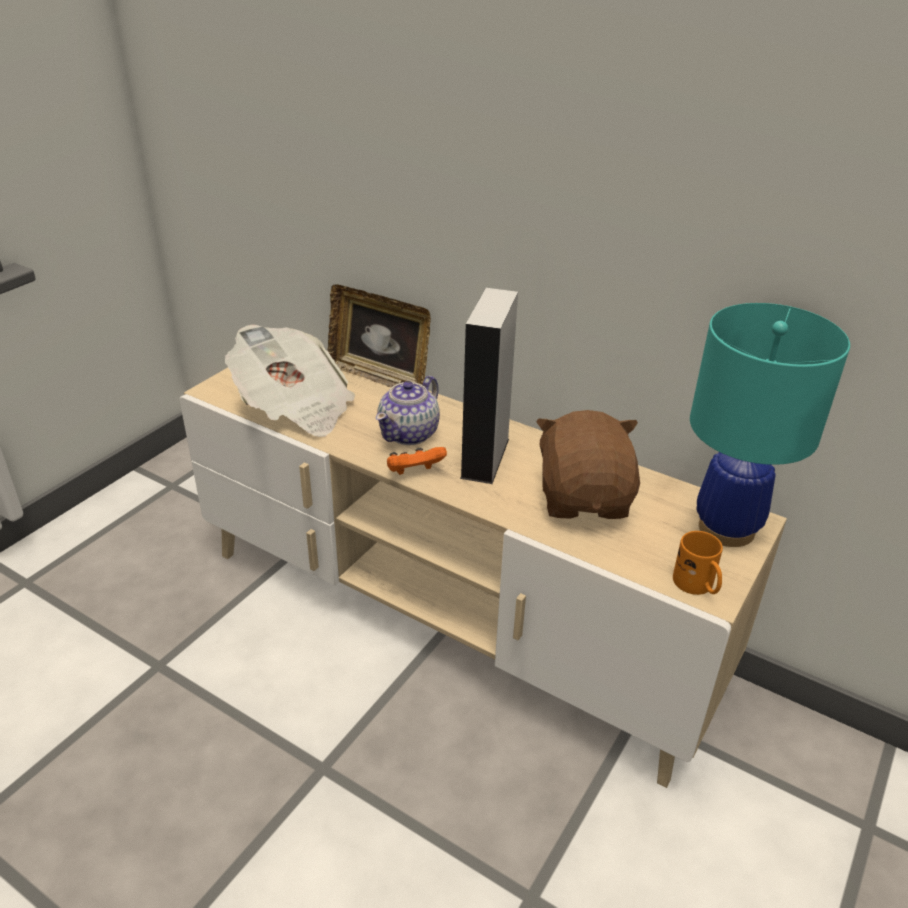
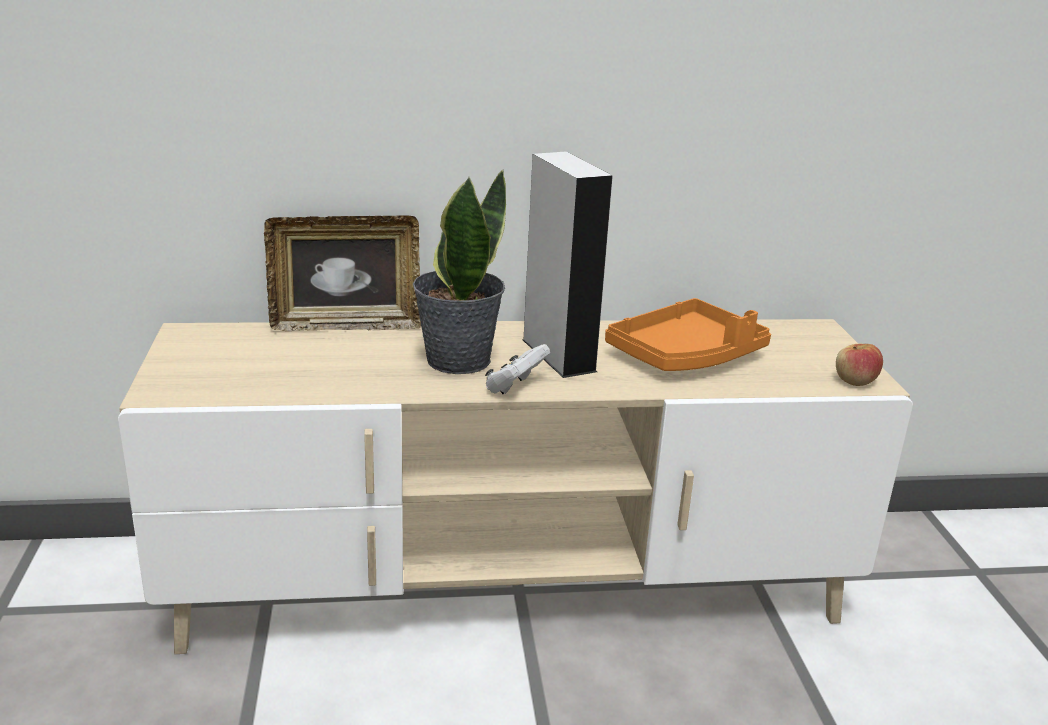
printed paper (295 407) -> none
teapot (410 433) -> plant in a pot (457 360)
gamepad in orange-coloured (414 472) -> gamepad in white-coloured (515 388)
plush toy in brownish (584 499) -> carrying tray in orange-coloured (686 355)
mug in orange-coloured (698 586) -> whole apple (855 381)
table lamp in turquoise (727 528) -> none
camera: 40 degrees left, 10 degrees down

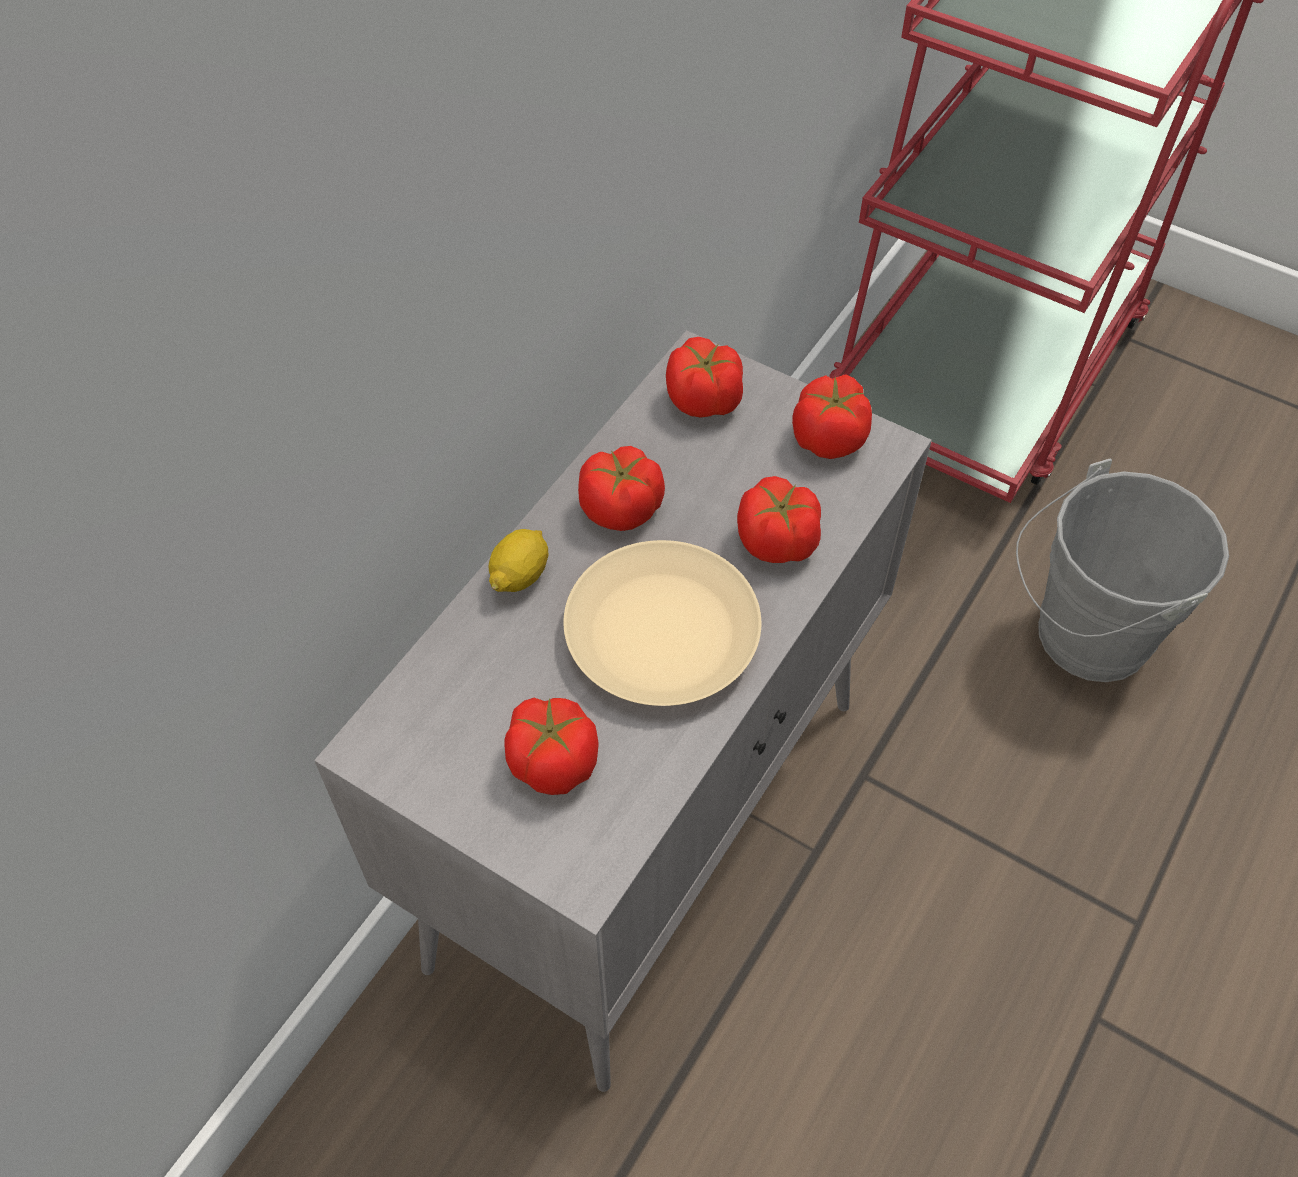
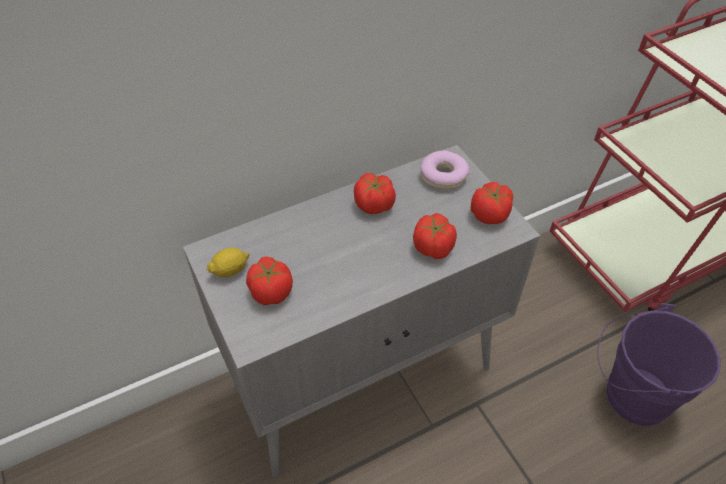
whole lemon (520 575) -> whole lemon (230 270), move
flat dish in beige-coloured (661 636) -> none
fresh tomato (704 400) -> donut (443 176)
bucket in gray (1081 638) -> bucket in purple-coloured (629 395)
camera: 30 degrees right, 5 degrees down

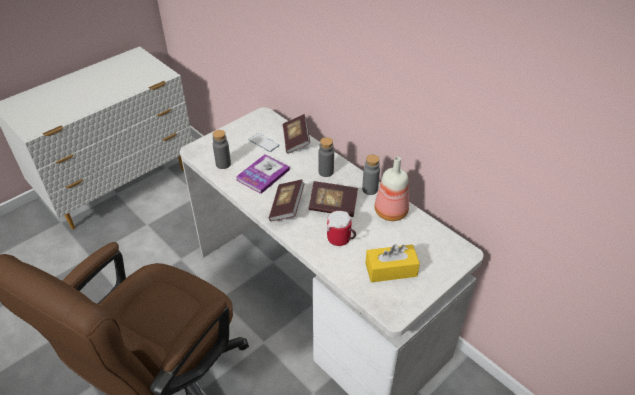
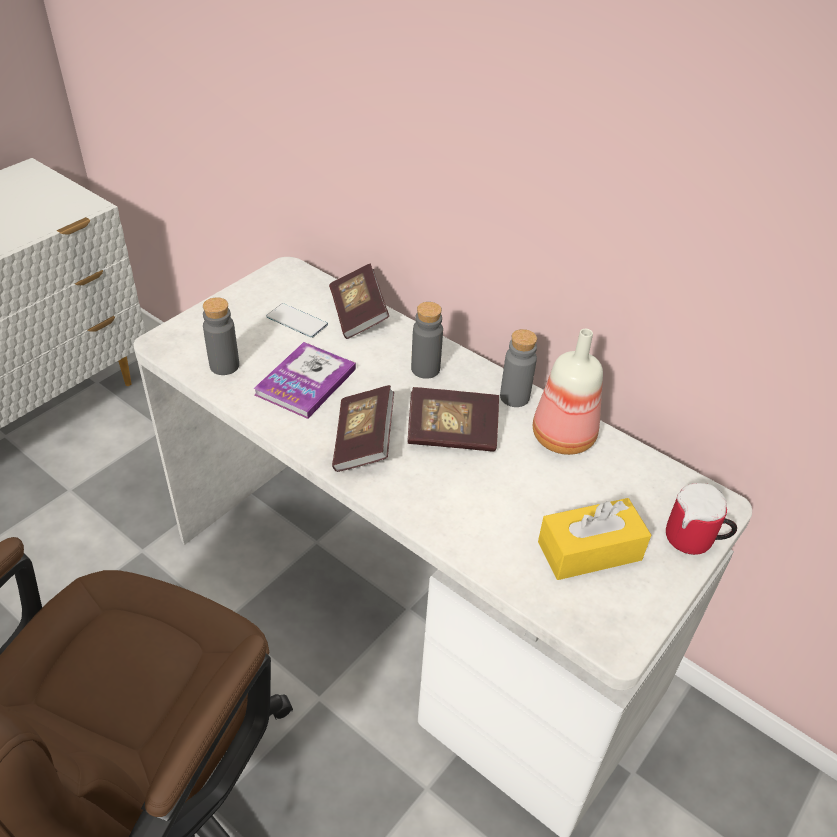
mug (341 240) -> mug (694 541), move
camera: 10 degrees left, 0 degrees up

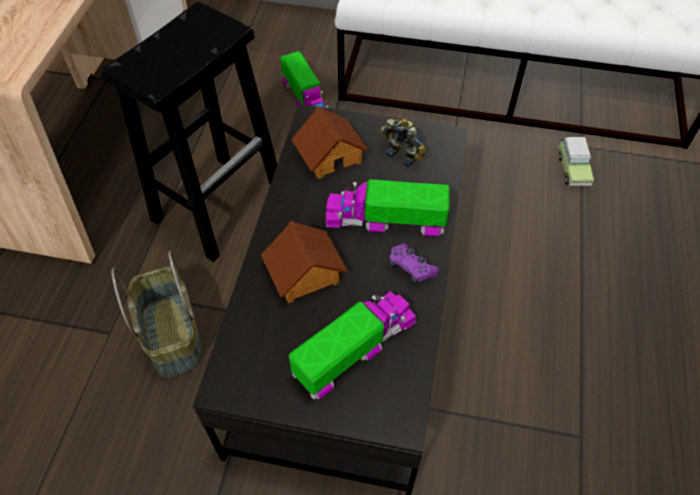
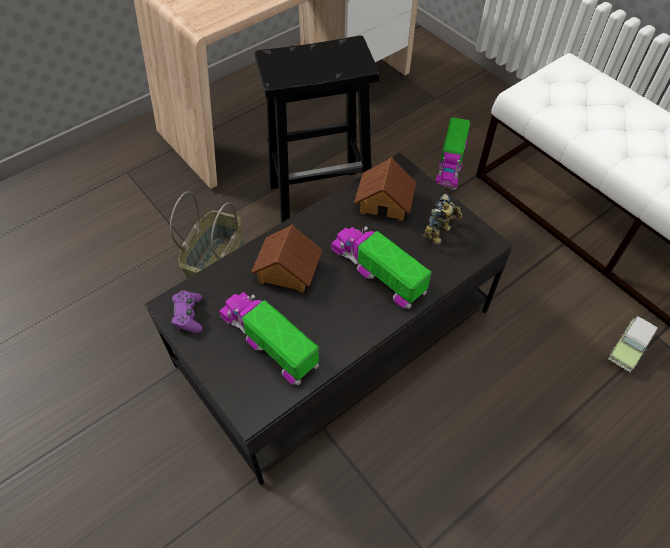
toy lorry (354 348) -> toy lorry (269 341), 135 degrees counterclockwise
model robot (403 153) -> model robot (440 233), 45 degrees clockwise
gamepad in purple-coloured (411 268) -> gamepad in purple-coloured (188 315), move
camera: 40 degrees right, 0 degrees up

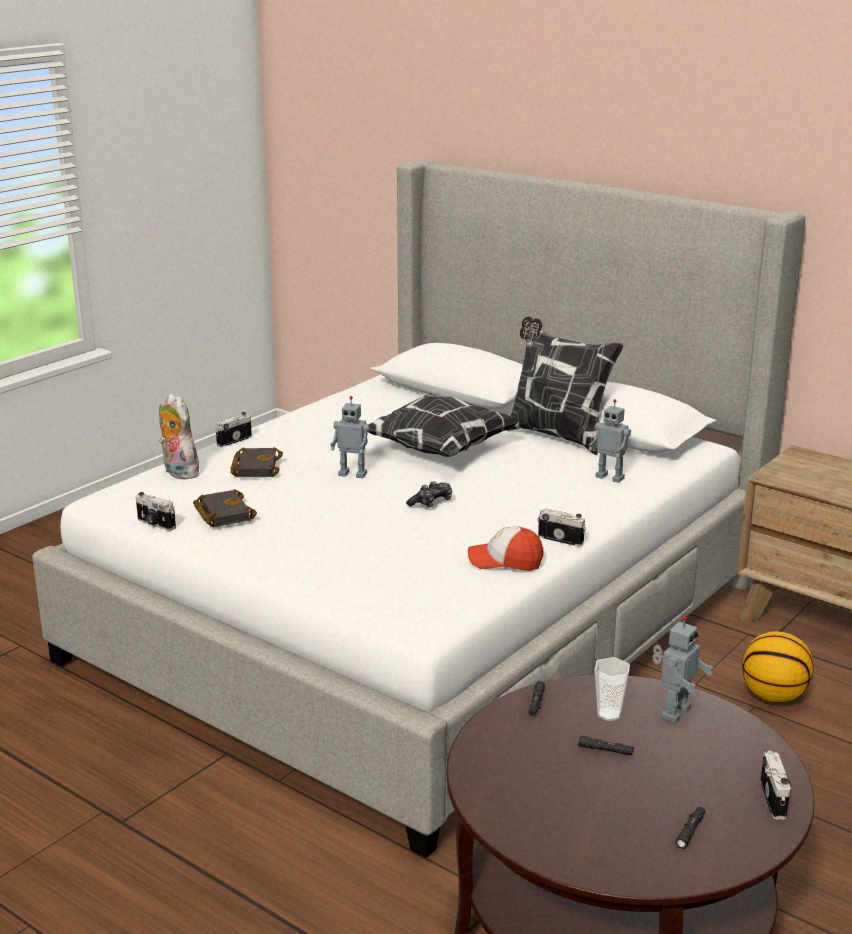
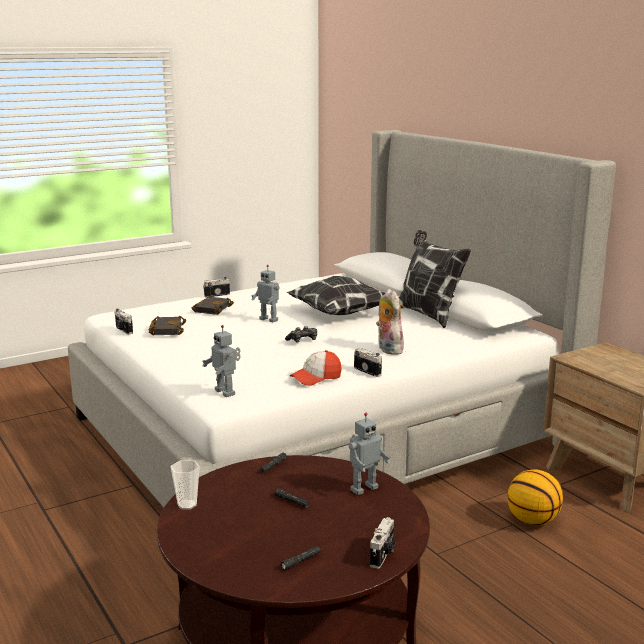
plush toy (178 472) -> plush toy (387 349), move
cap (505 561) -> cap (316 378), 60 degrees counterclockwise
model robot (610 477) -> model robot (226 392), move
small cup (609 714) -> small cup (187 505), move
camera: 20 degrees right, 5 degrees down

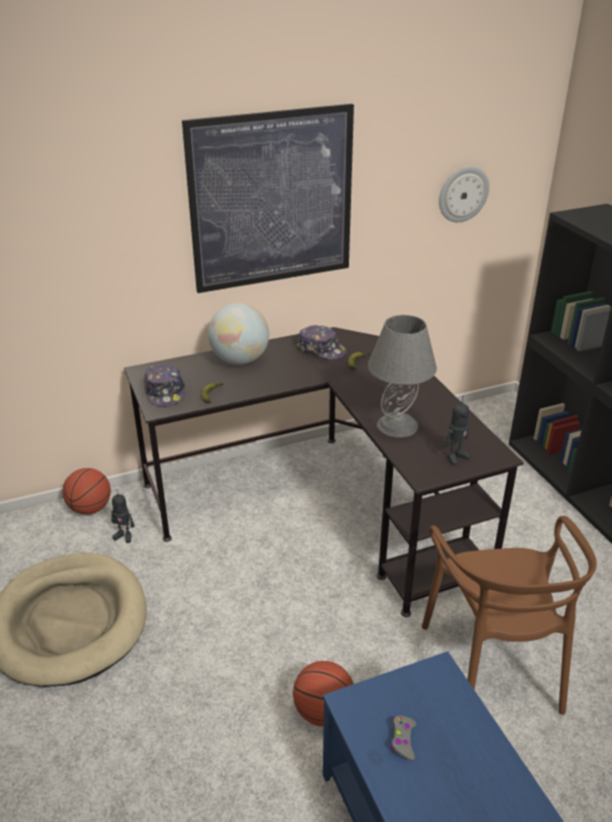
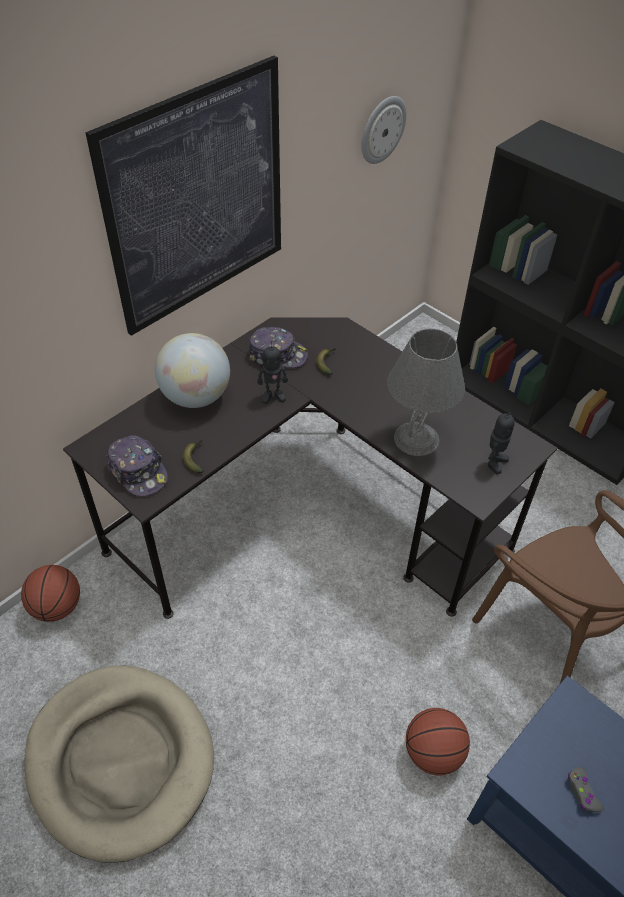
model robot (124 536) -> model robot (273 396), move
camera: 25 degrees left, 15 degrees up

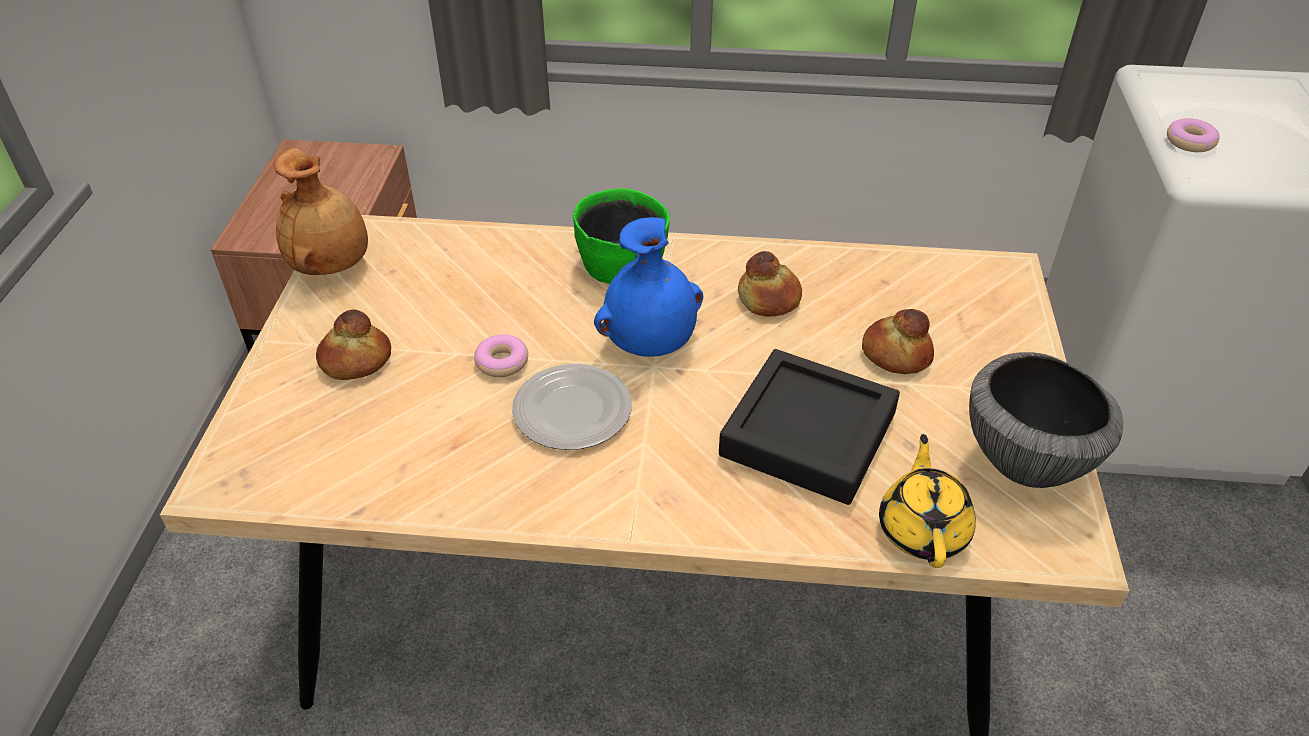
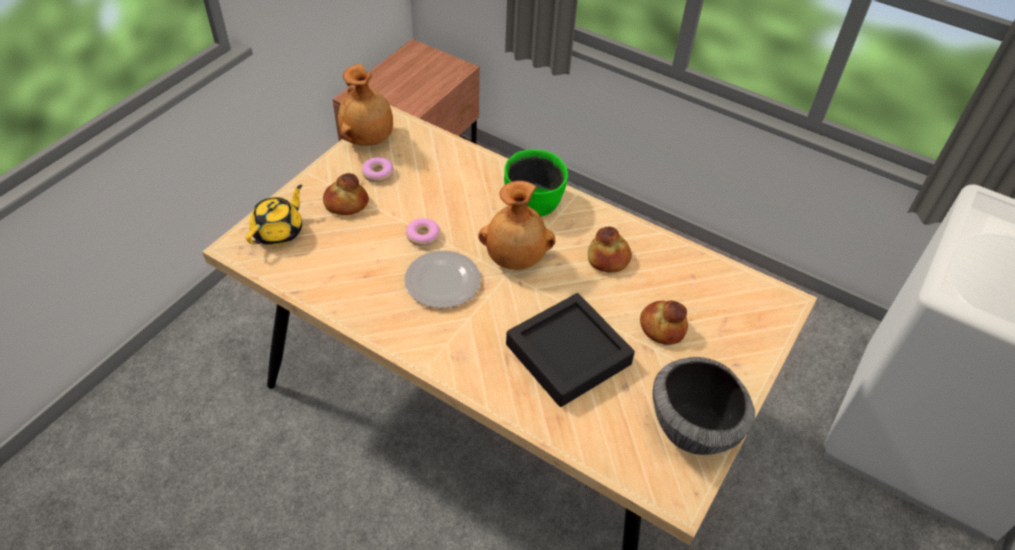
vase in bluish (651 343) -> vase in brownish (515 258)
teapot in yellow (923 529) -> teapot in yellow (279 231), move
donut (1190 142) -> donut (378 173), move
camera: 25 degrees right, 5 degrees up

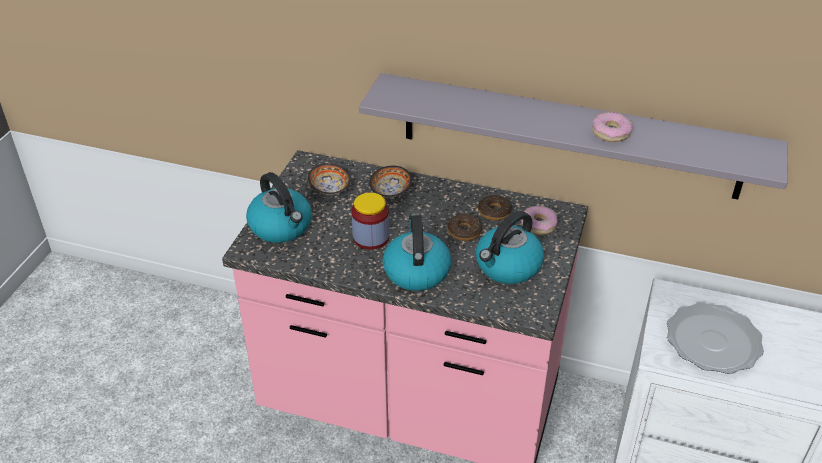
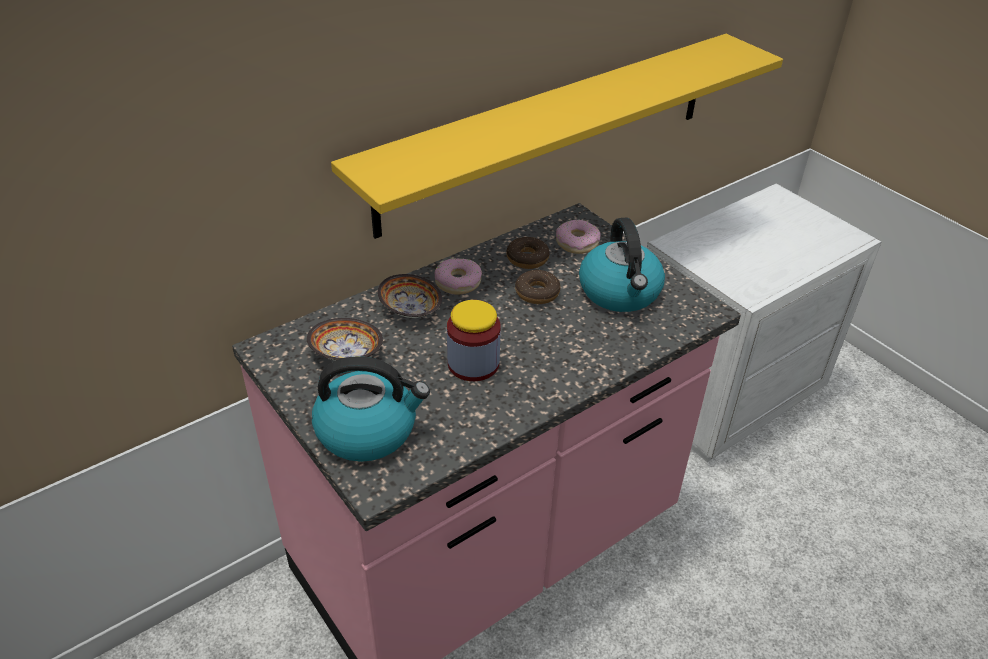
wall shelf in gray (569 136) -> wall shelf in yellow (551 131)
kettle (416 271) -> none
donut (611 132) -> donut (458 282), move
flat dish (712 341) -> none
camera: 55 degrees left, 0 degrees up

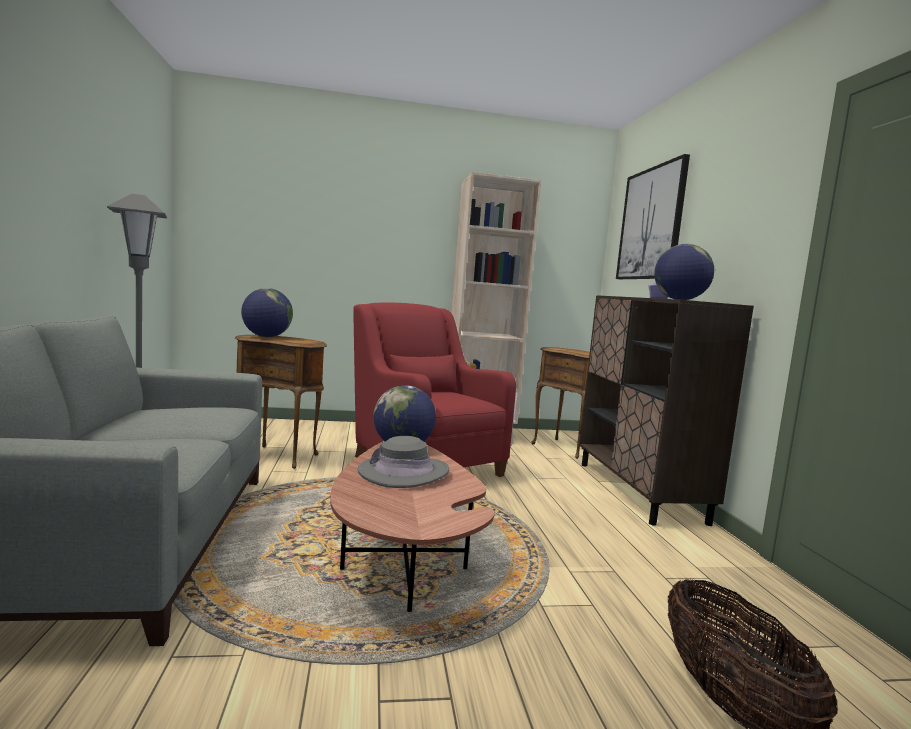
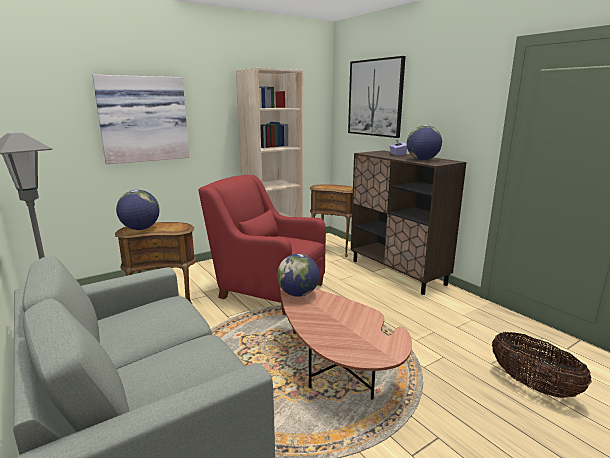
wearable hat in gray (403 472) -> none
none -> wall picture (143 119)
camera: 25 degrees left, 10 degrees up

